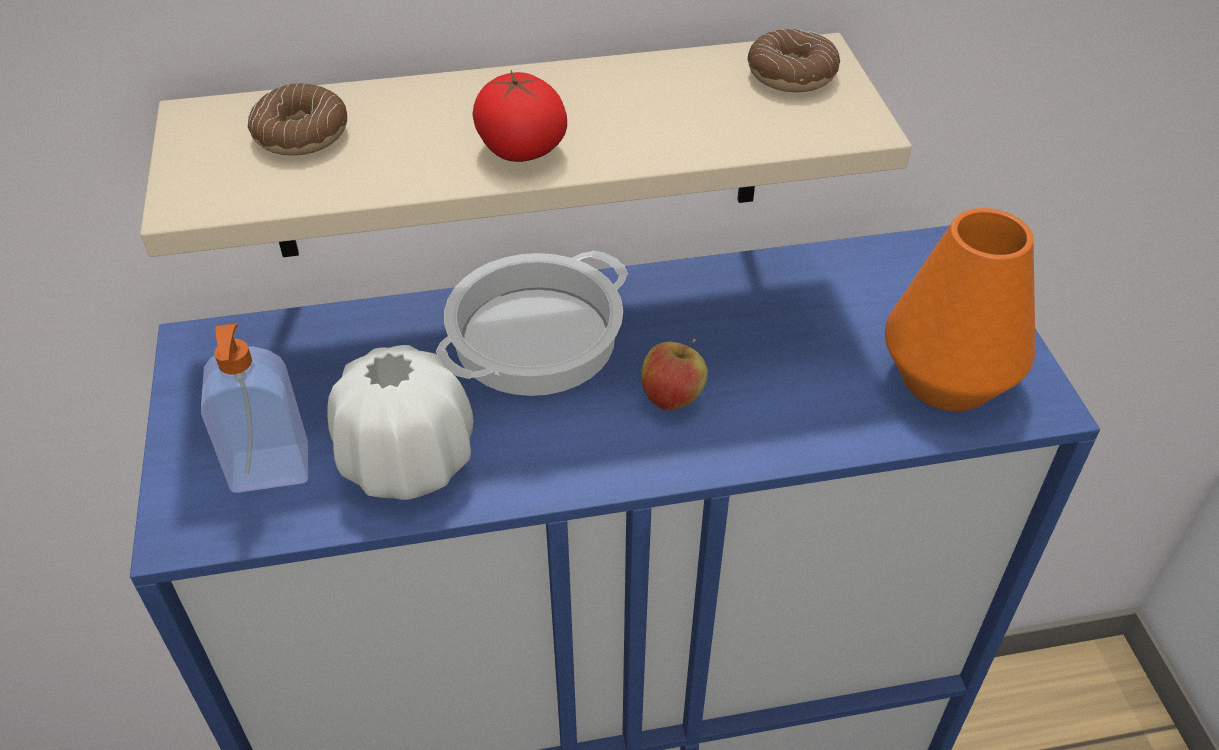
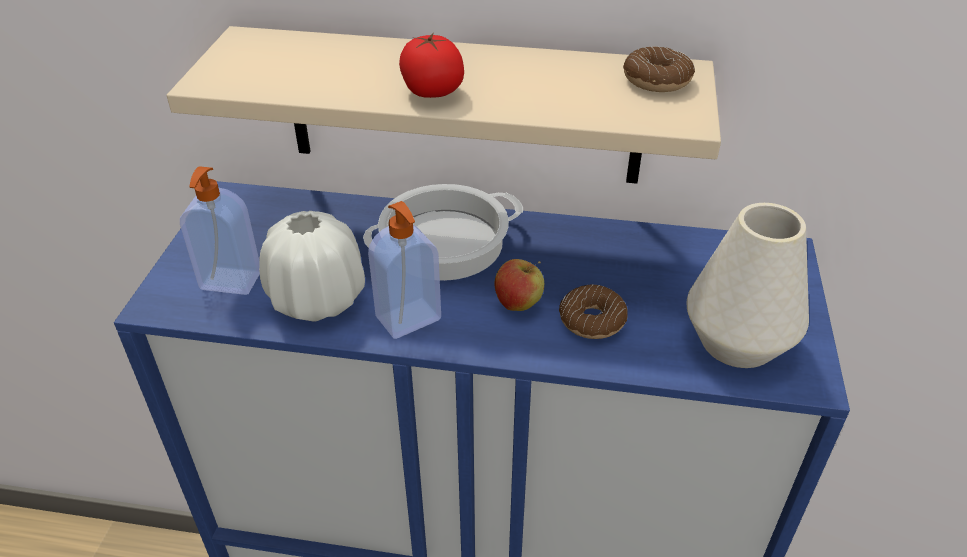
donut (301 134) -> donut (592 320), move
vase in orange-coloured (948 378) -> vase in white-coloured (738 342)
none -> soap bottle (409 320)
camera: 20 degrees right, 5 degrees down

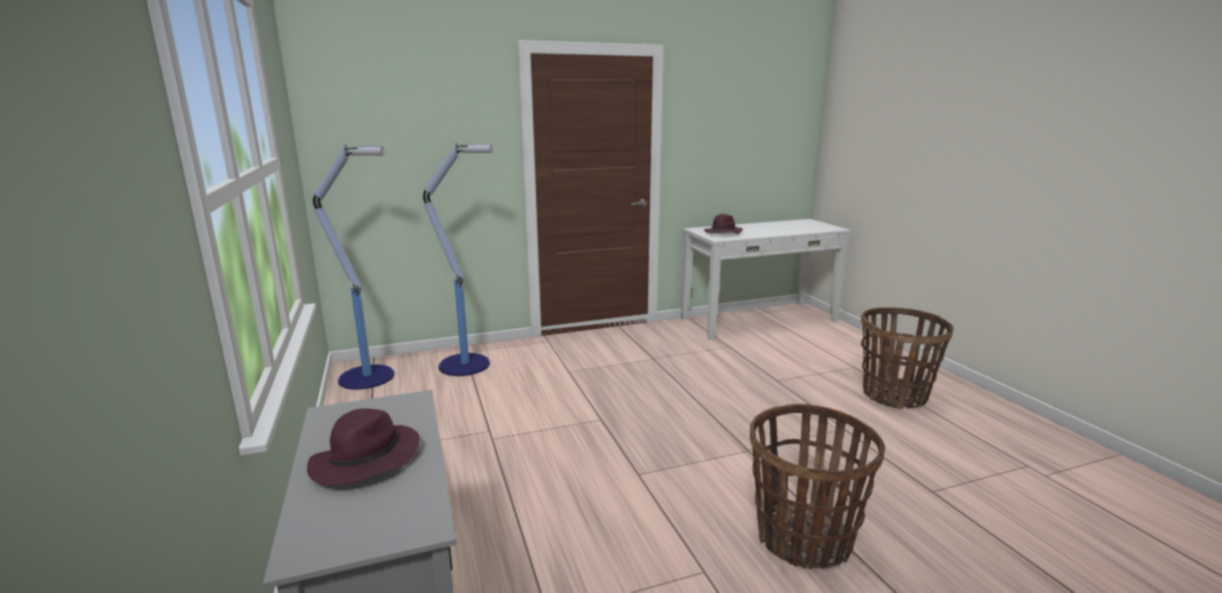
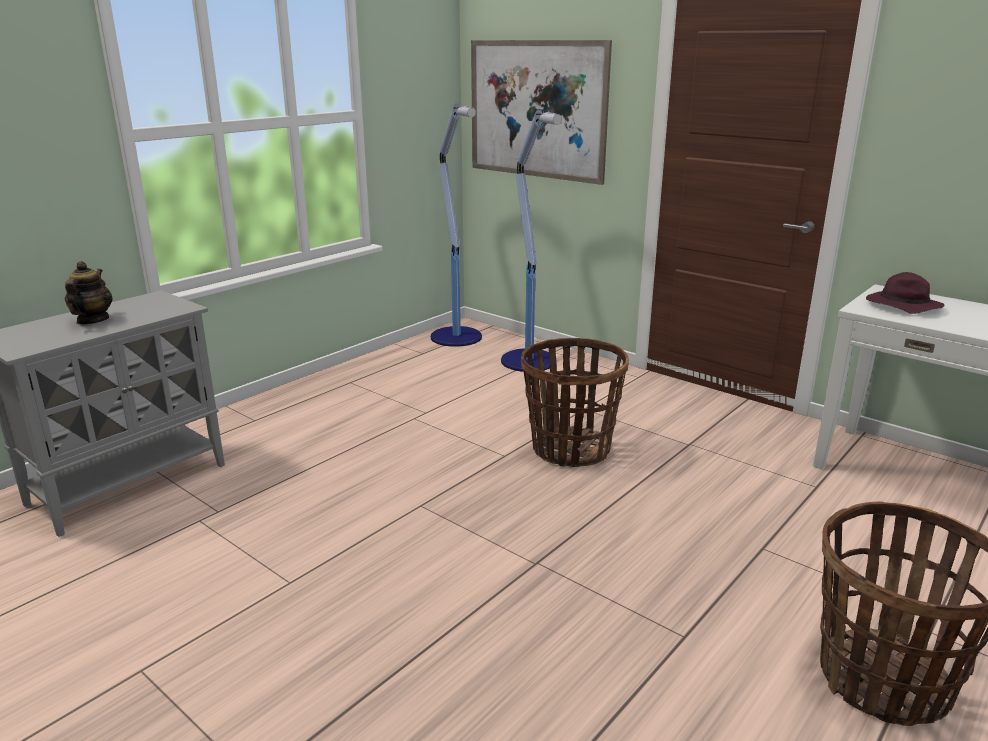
wearable hat in purple-coloured (365 461) -> teapot (92 320)
household basket (803 538) -> household basket (570 449), move
none -> wall picture (536 109)
camera: 60 degrees right, 5 degrees up

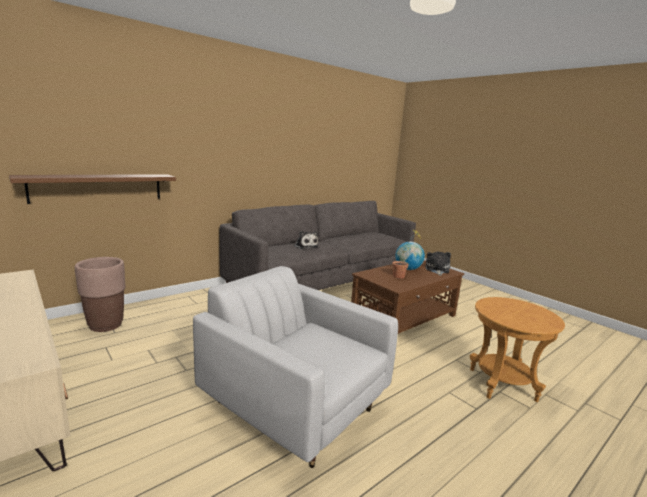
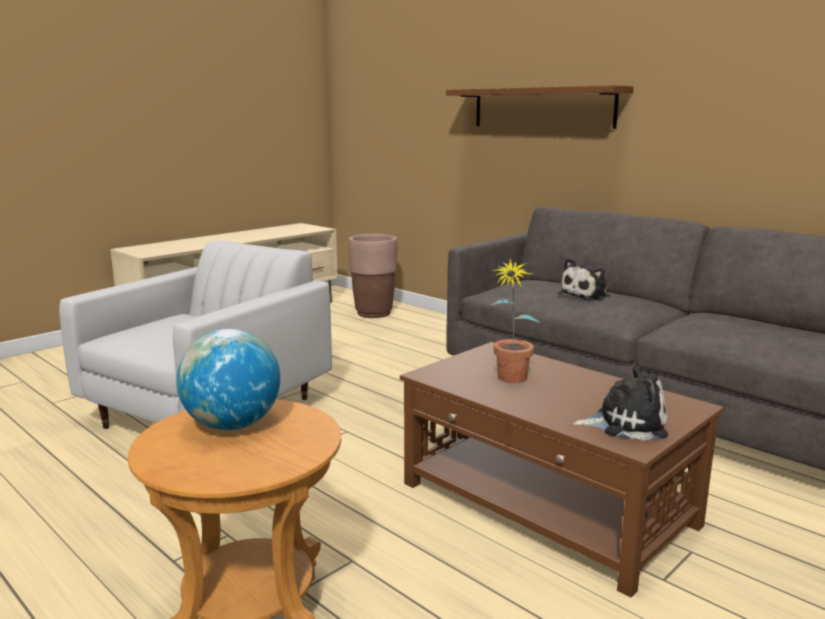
wall shelf in brownish (98 187) -> wall shelf in brownish (542 108), move
desk globe (408 269) -> desk globe (232 425), move
camera: 85 degrees right, 0 degrees up

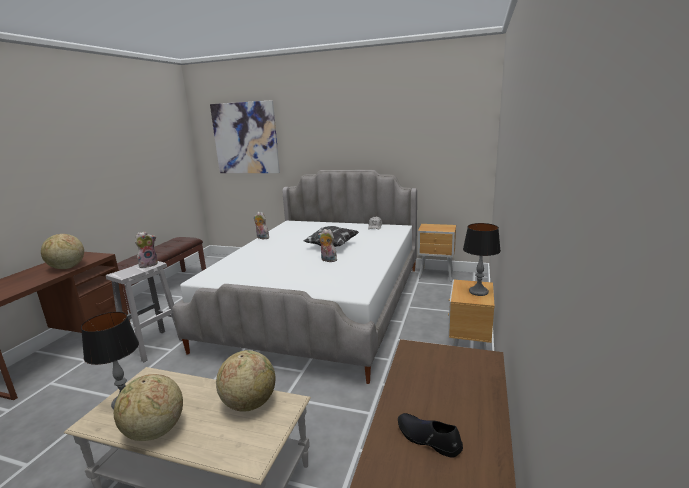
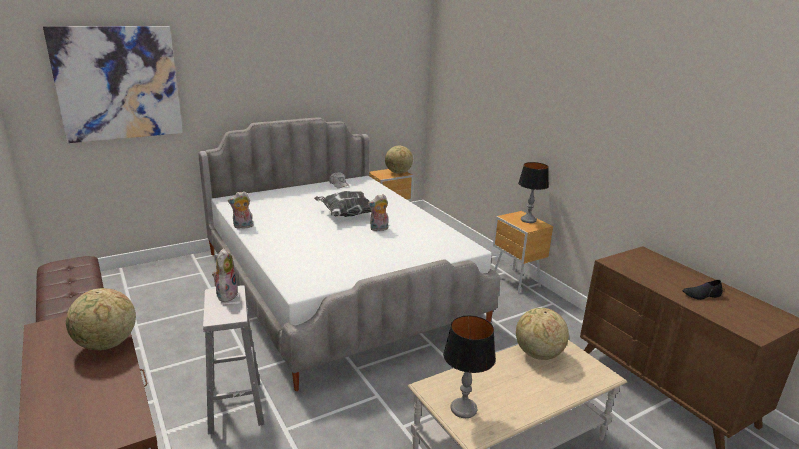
desk globe (155 431) -> desk globe (398 173), move
camera: 50 degrees left, 5 degrees up

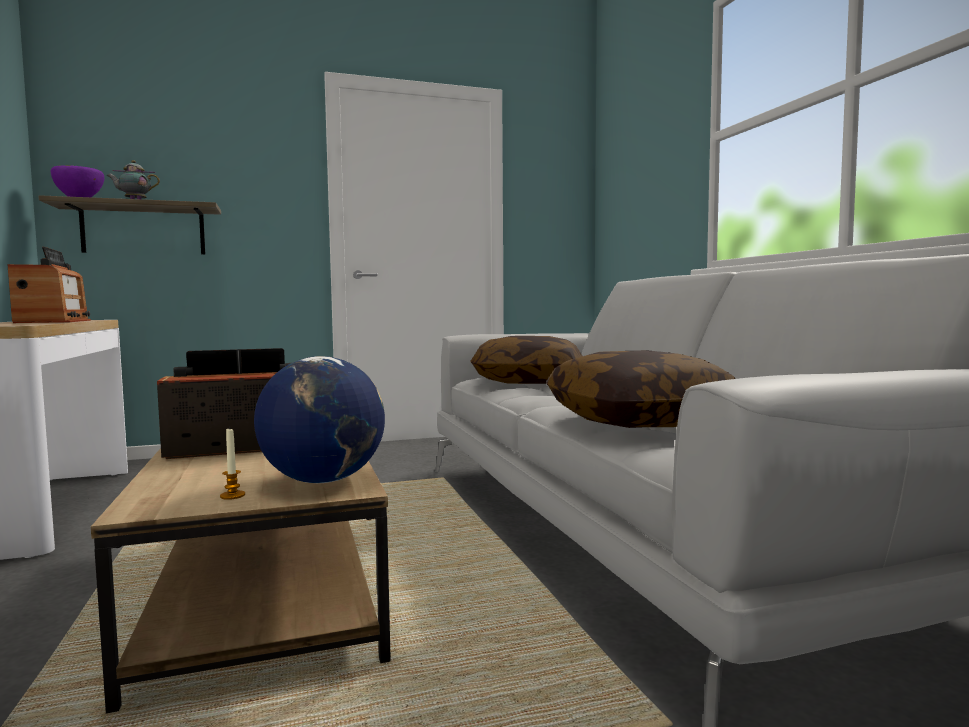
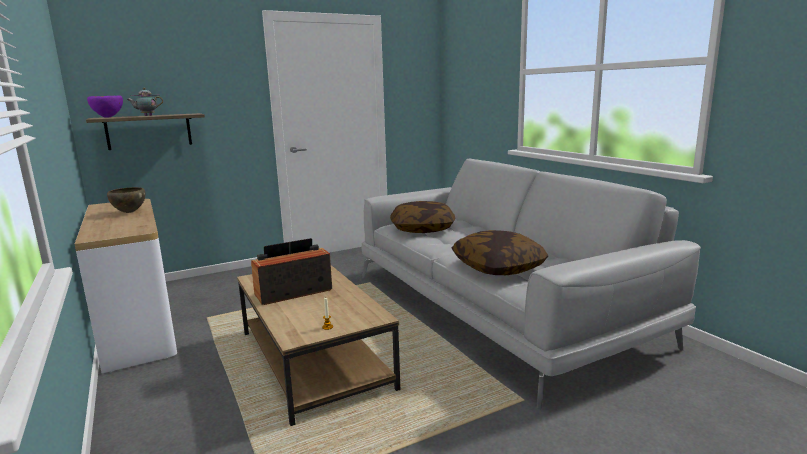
radio receiver (54 321) -> bowl in brownish (129 212)
desk globe (323 480) -> none
camera: 10 degrees left, 10 degrees up

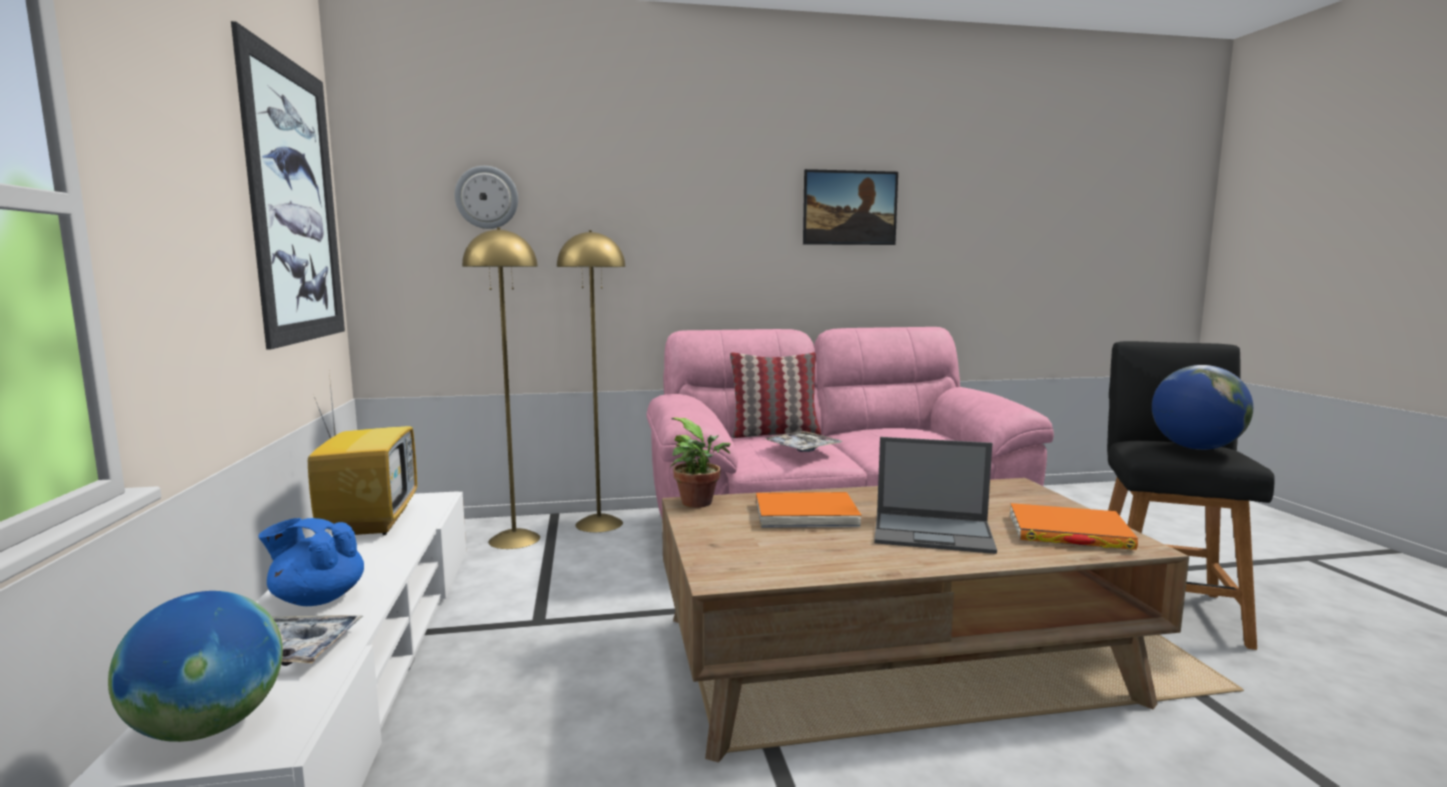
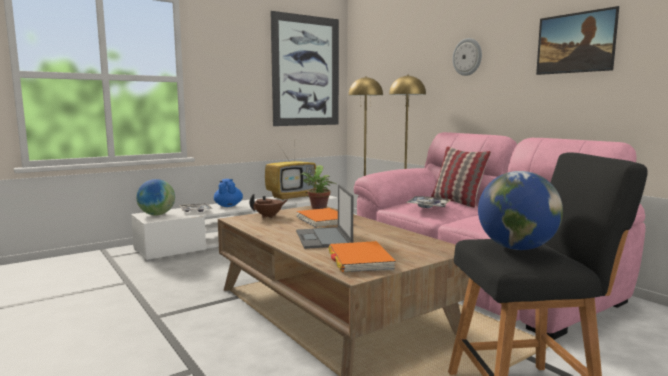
hanging clock (487 197) -> hanging clock (467 57), move
none -> teapot in brownish (269 216)
camera: 65 degrees right, 0 degrees up

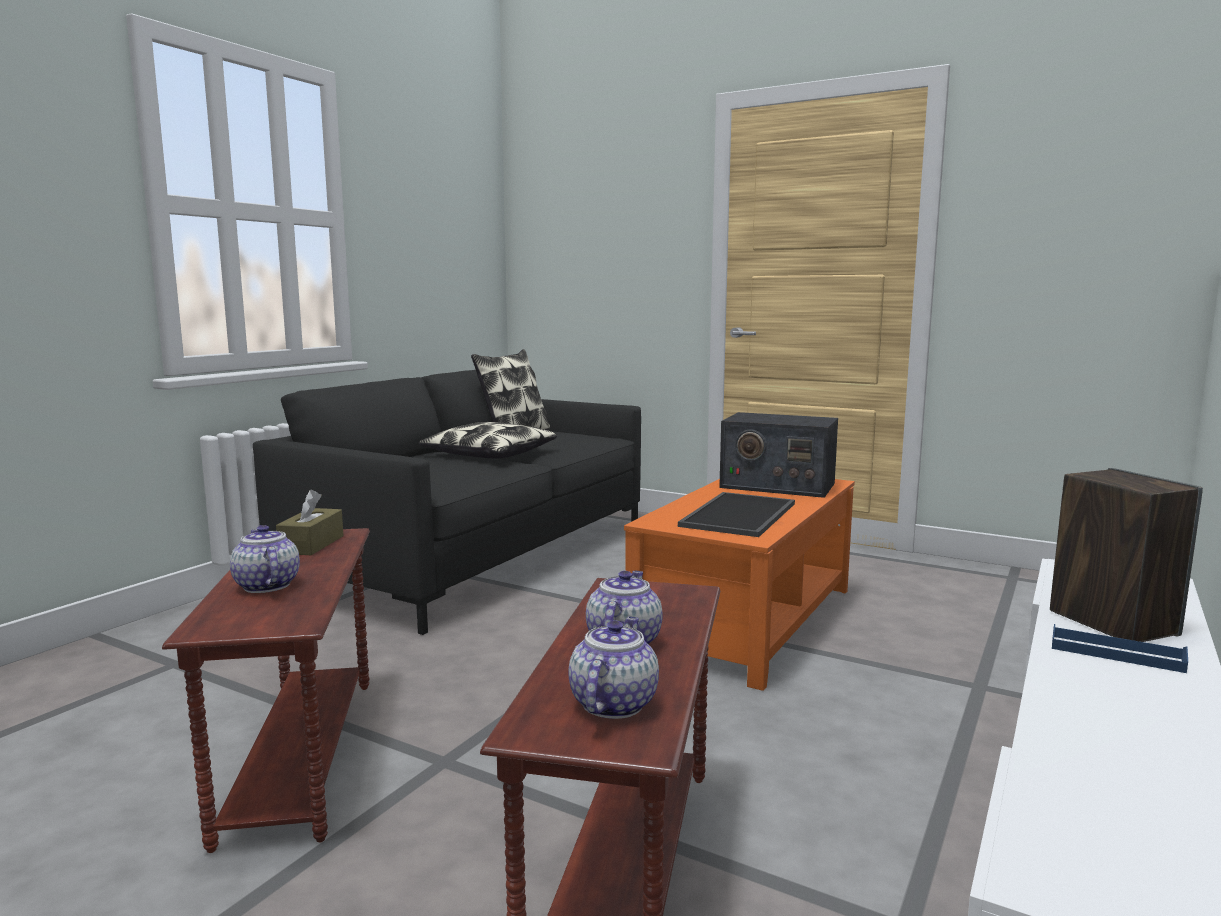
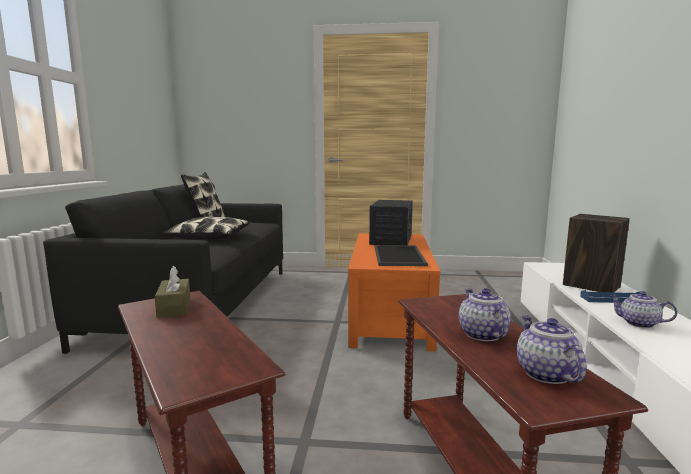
teapot (266 585) -> teapot (638 323), move
radio receiver (776 485) -> radio receiver (391 239), 75 degrees counterclockwise
camera: 25 degrees left, 0 degrees up

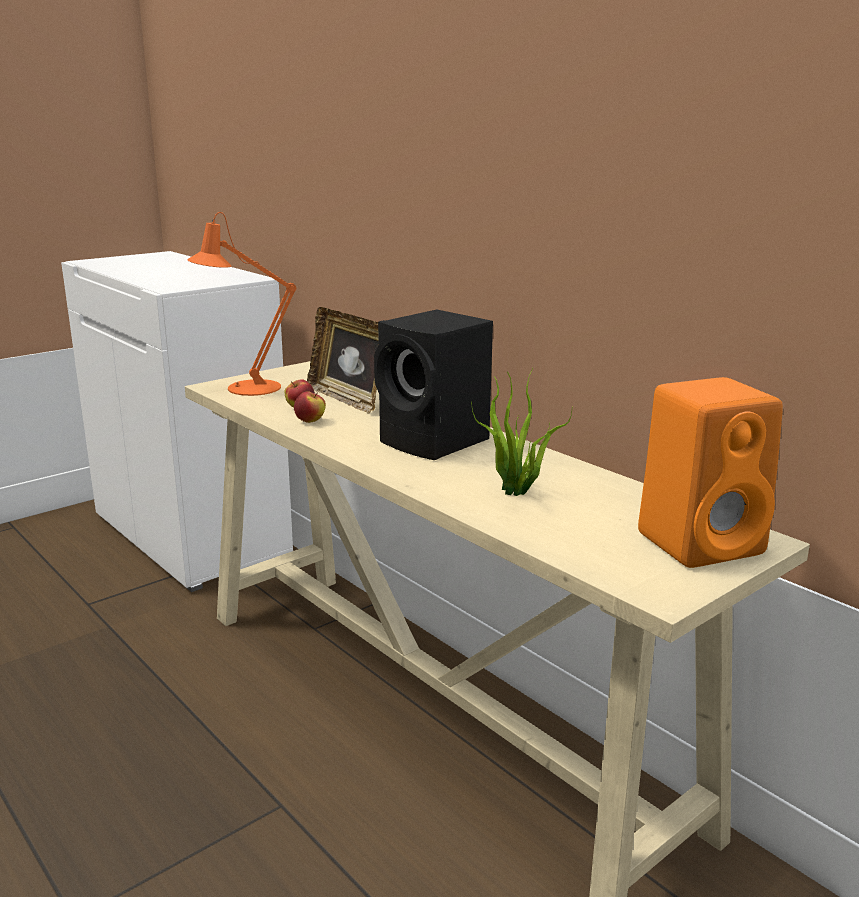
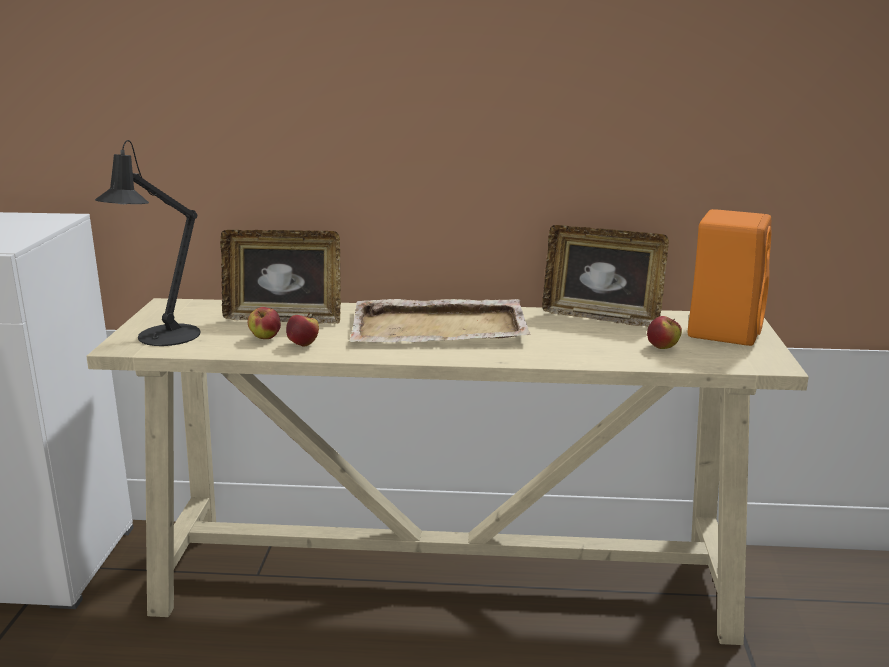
table lamp in orange-coloured (246 388) -> table lamp in blackish (162 338)
speaker in blackish (436 442) -> carrying tray in beige-coloured (441 327)
plant in a pot (516 493) -> none
none -> standing frame (601 317)
none -> whole apple (663 347)
camera: 45 degrees left, 0 degrees up

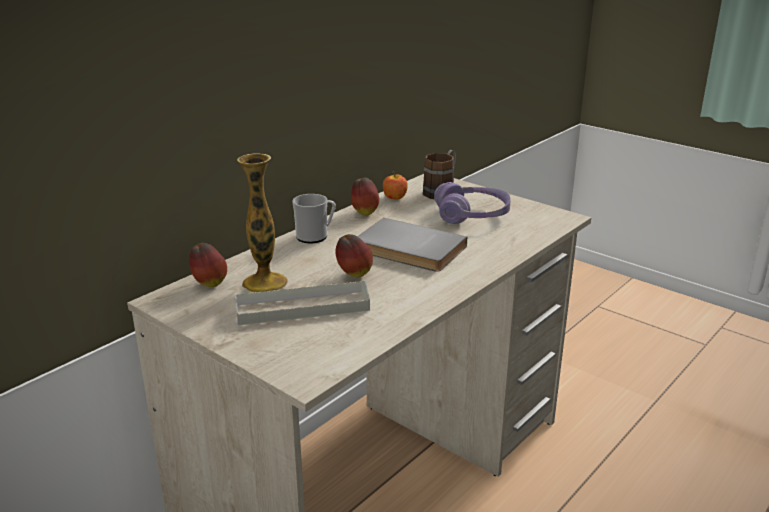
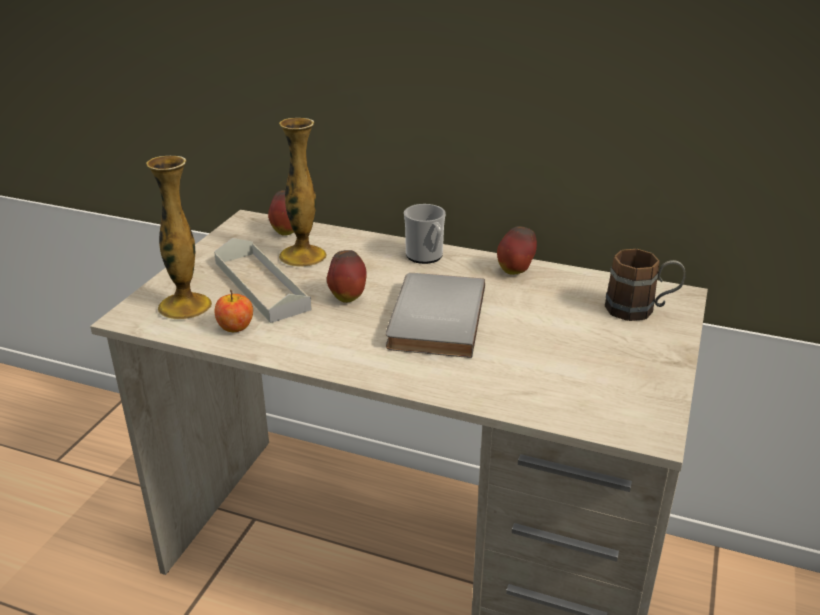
whole apple (394 197) -> whole apple (236 327), move
pair of headphones in purple-coloured (472 215) -> none
none -> vase (185 306)
camera: 70 degrees right, 5 degrees up

